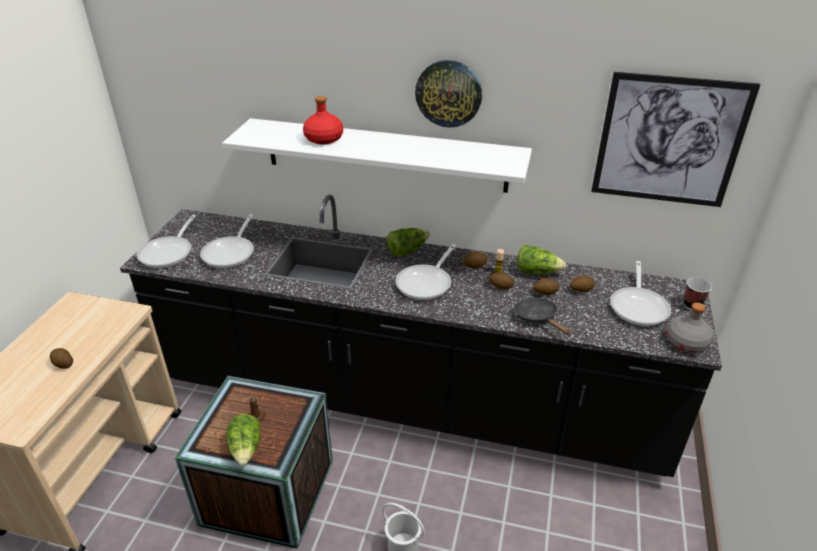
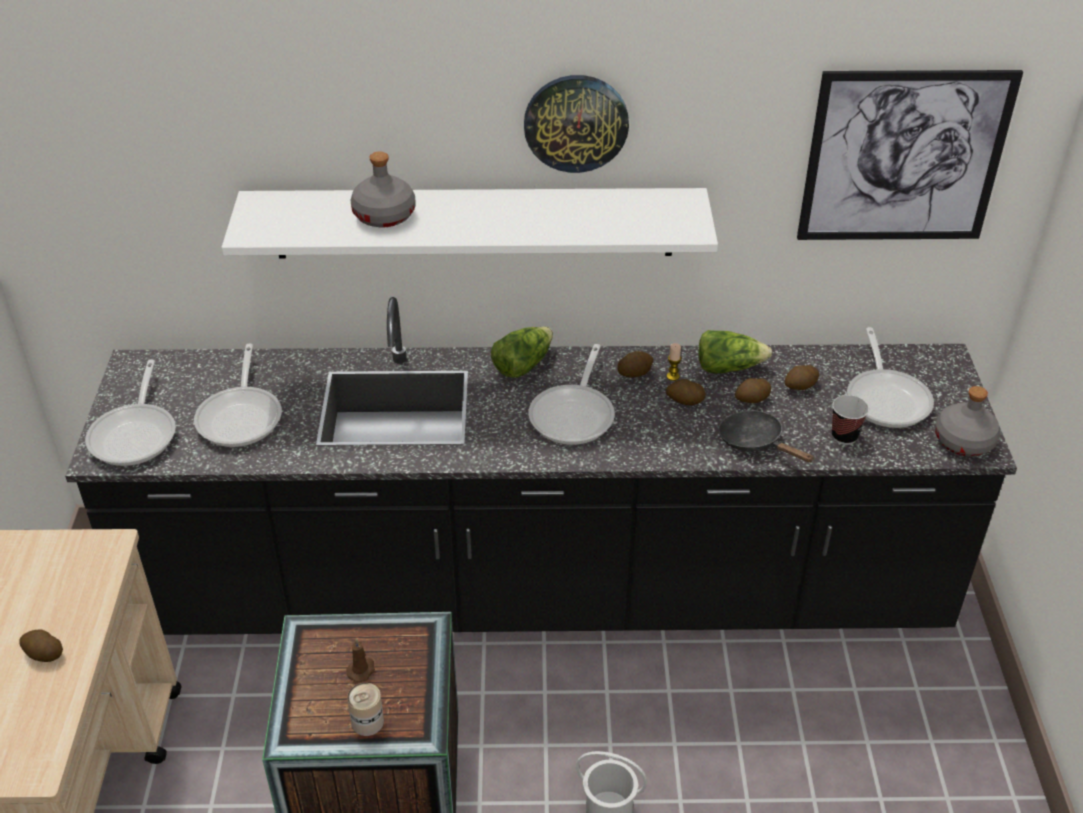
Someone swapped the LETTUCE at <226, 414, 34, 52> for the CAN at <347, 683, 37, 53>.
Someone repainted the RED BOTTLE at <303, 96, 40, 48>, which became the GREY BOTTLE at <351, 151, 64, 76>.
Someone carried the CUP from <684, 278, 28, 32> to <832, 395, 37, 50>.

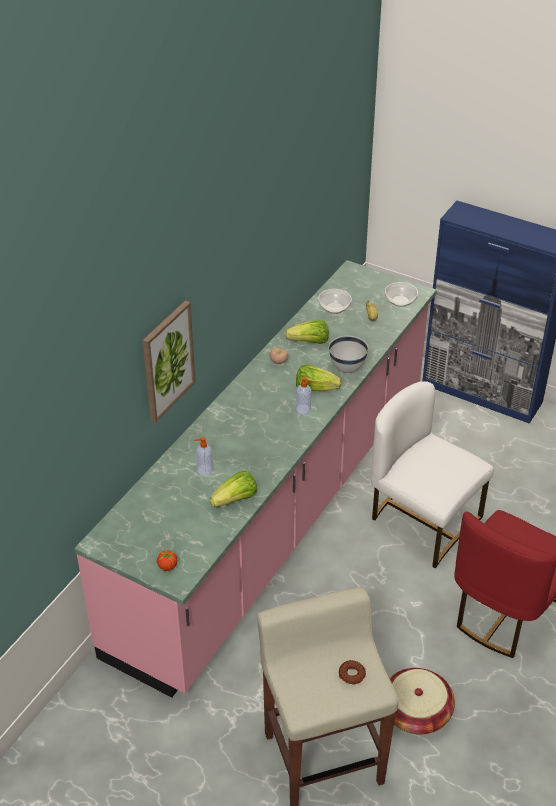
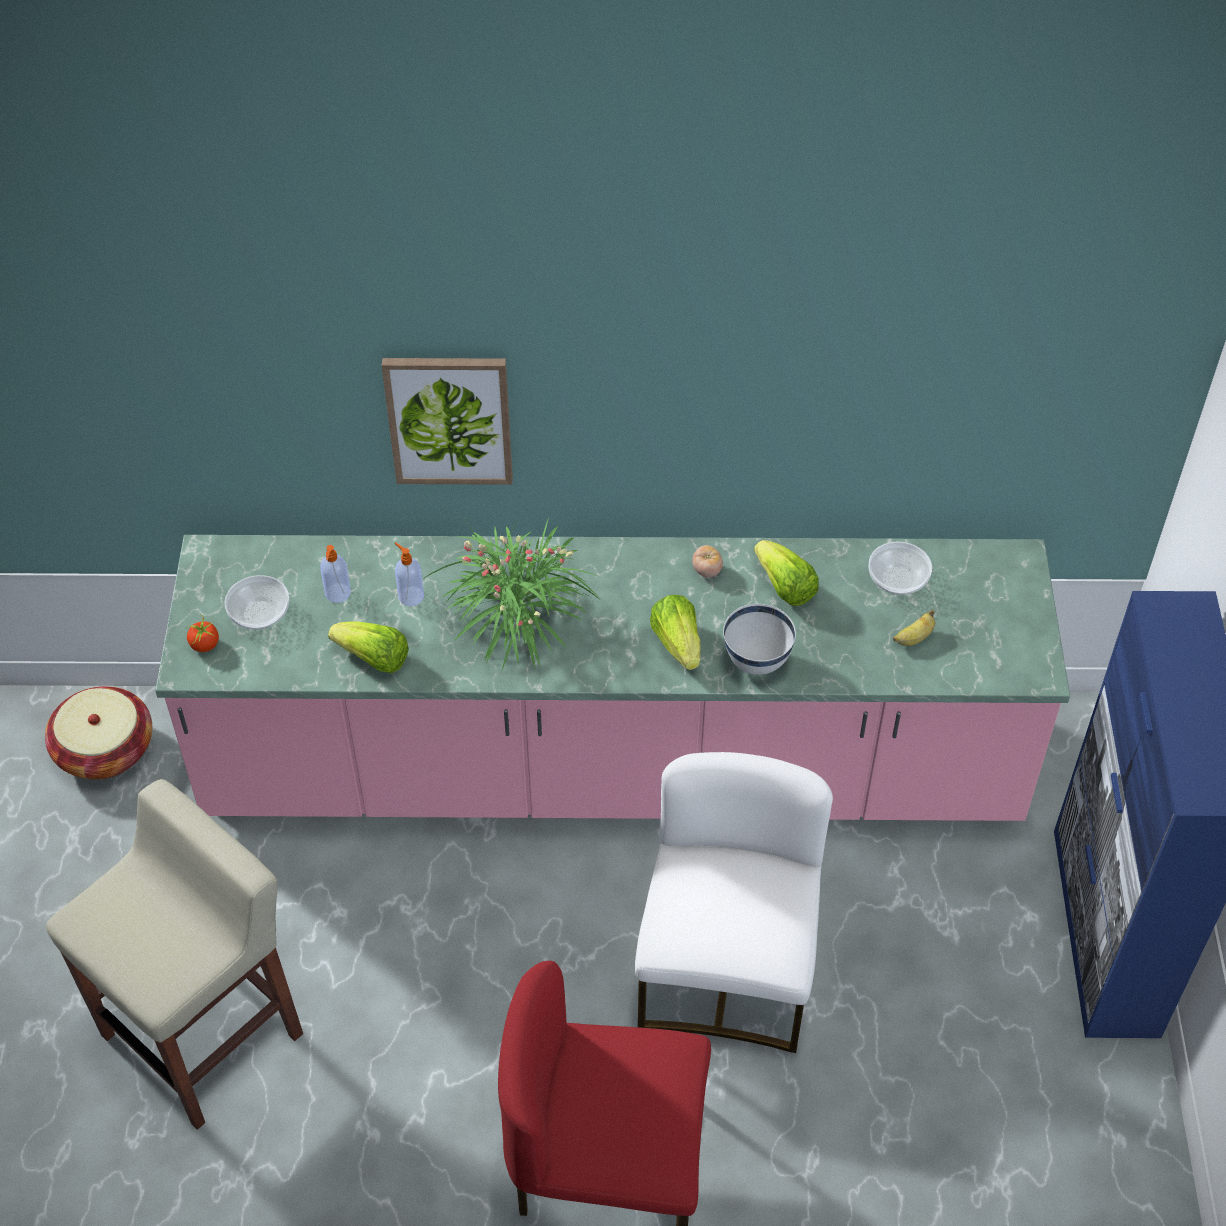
Someone carried the SOAP DISPENSER from <296, 377, 16, 37> to <321, 545, 30, 58>.
Someone took away the DONUT at <339, 660, 27, 24>.
Someone carried the BOWL from <385, 282, 33, 25> to <224, 575, 65, 55>.
Someone carried the BASKET from <389, 668, 66, 67> to <45, 686, 107, 93>.
Someone put down the POTTED PLANT at <423, 518, 177, 152>.

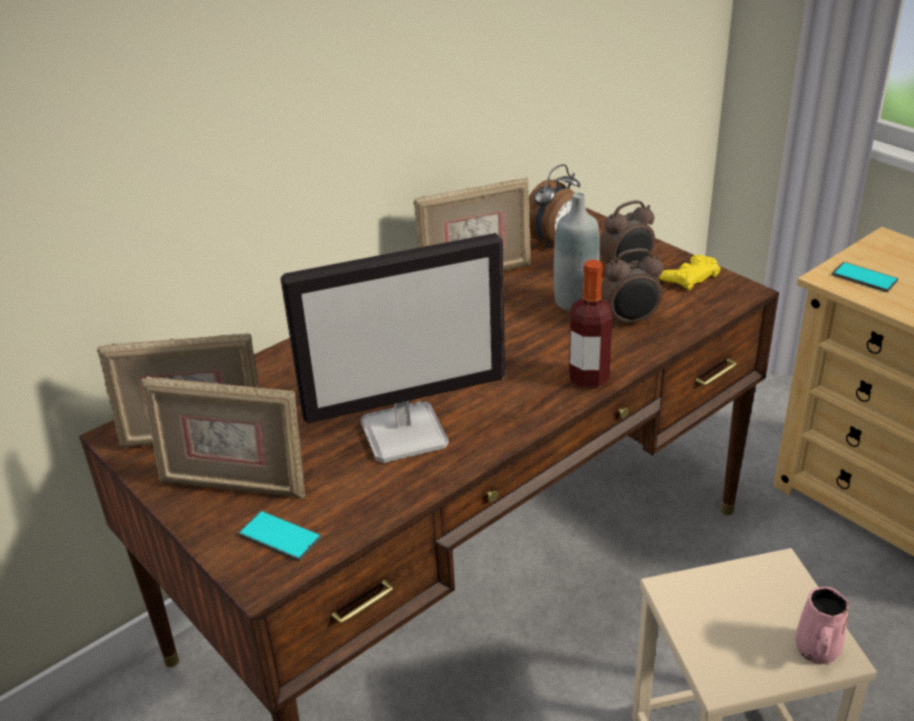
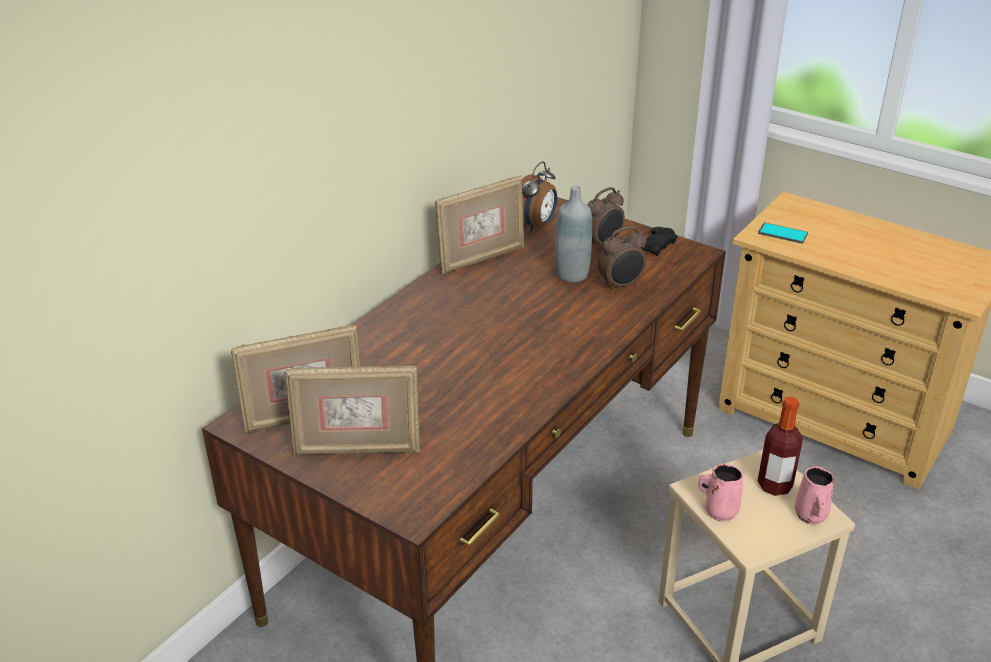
Someone took away the PHONE at <238, 510, 84, 52>.
Someone took away the MONITOR at <280, 233, 225, 230>.
Someone carried the BOTTLE from <569, 260, 44, 128> to <758, 396, 45, 100>.
Someone repainted the YELLOW GAME CONTROLLER at <659, 255, 62, 35>, which became the BLACK GAME CONTROLLER at <641, 227, 37, 29>.
Someone put down the PINK MUG at <698, 464, 45, 57>.

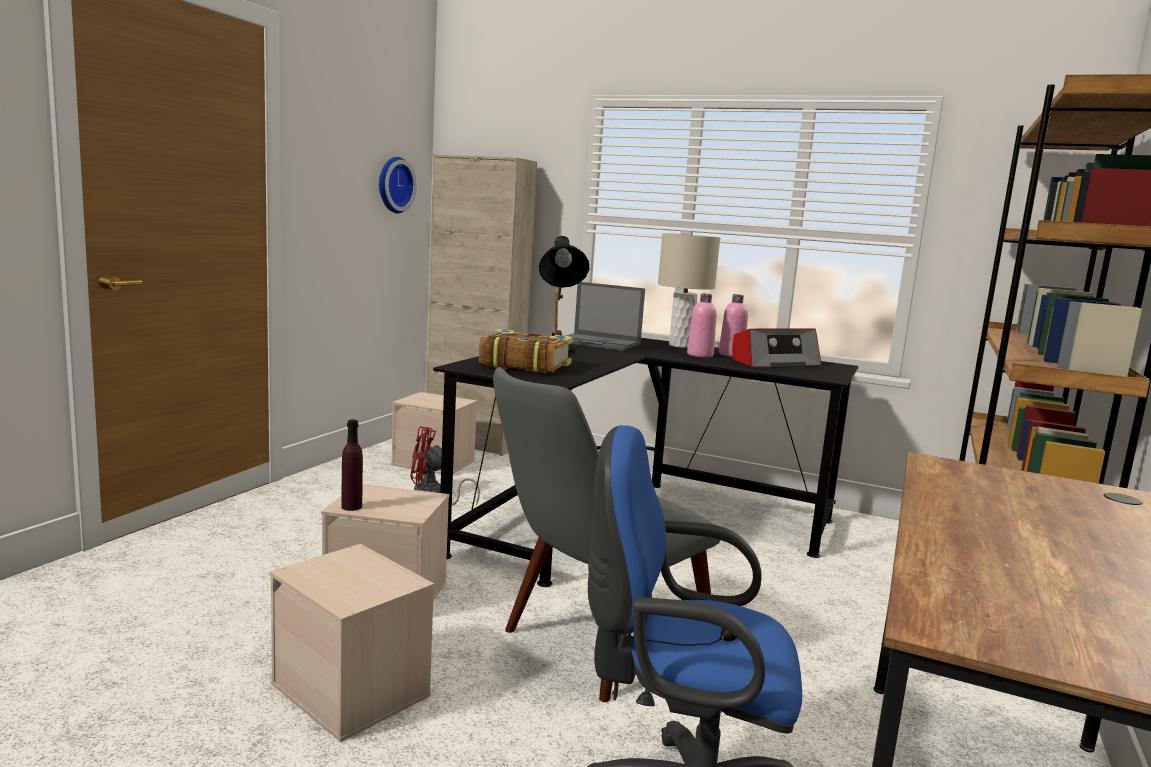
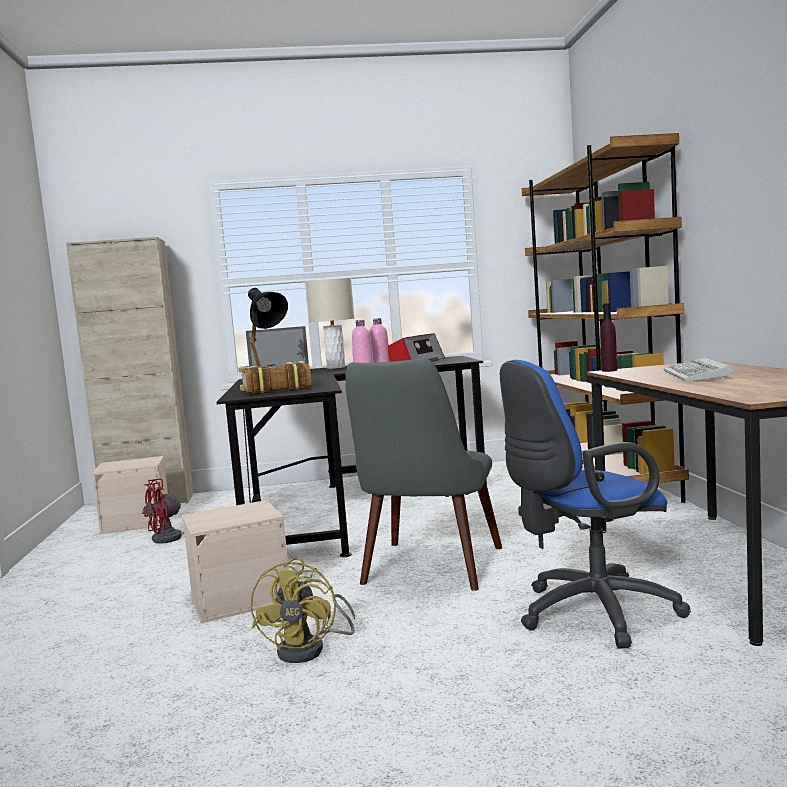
Someone swapped the BEIGE STORAGE BOX at <269, 544, 165, 198> for the YELLOW FAN at <251, 558, 104, 105>.
Someone carried the PURPLE BOTTLE from <342, 420, 21, 91> to <600, 303, 17, 69>.
Someone took away the WALL CLOCK at <379, 157, 38, 56>.
Someone put down the KEYBOARD at <663, 358, 69, 24>.

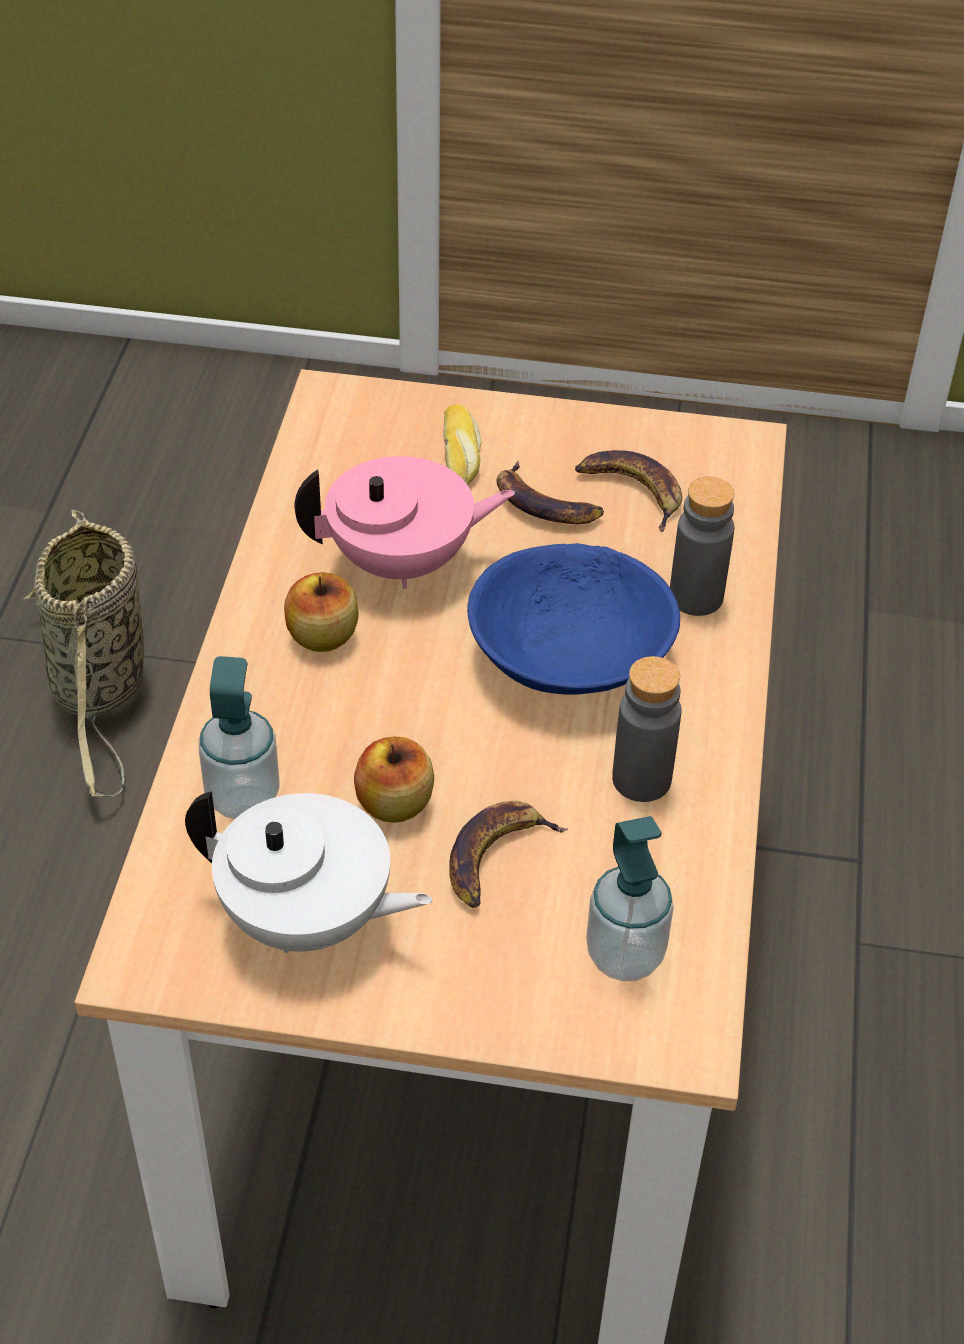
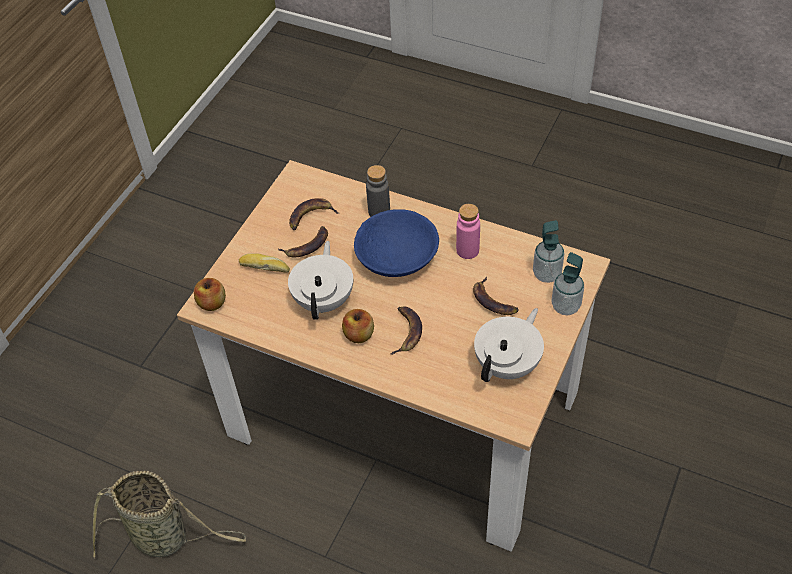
Someone carried the SOAP DISPENSER from <199, 656, 81, 163> to <551, 252, 33, 63>.
Someone repainted the PINK TEAPOT at <295, 456, 220, 133>, which became the WHITE TEAPOT at <288, 241, 65, 79>.
Someone carried the APPLE from <354, 736, 80, 87> to <194, 278, 32, 33>.
Someone repainted the GREY BOTTLE at <612, 656, 70, 146>, which became the PINK BOTTLE at <456, 204, 24, 55>.
Someone put down the BANANA at <390, 306, 32, 49>.

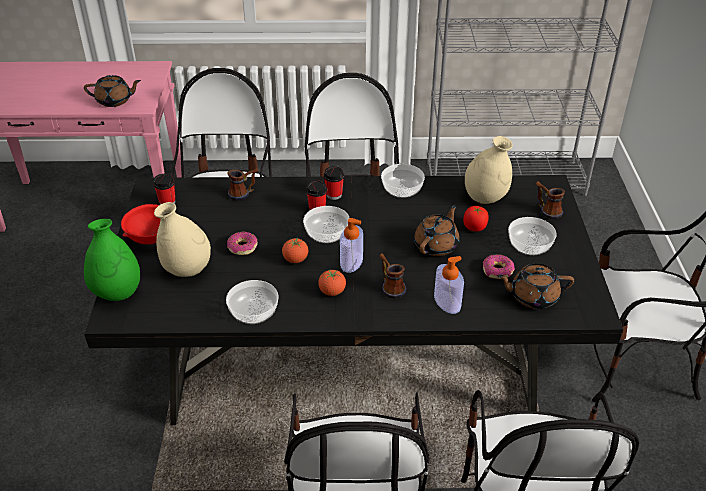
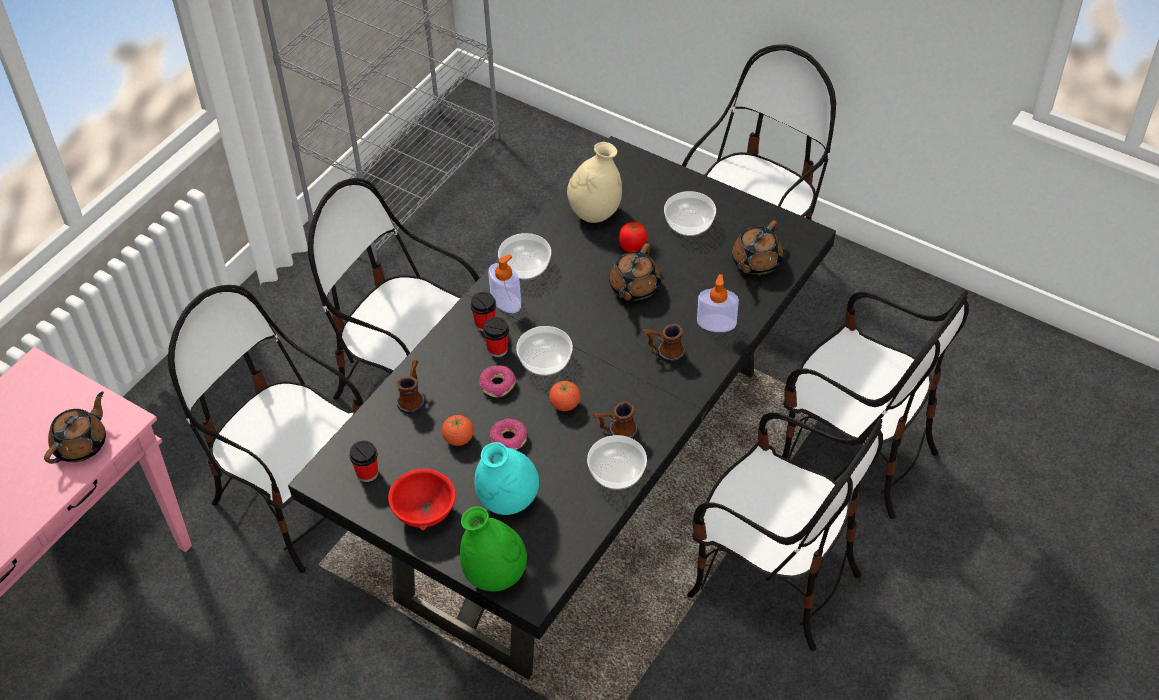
Someone repainted the BEIGE VASE at <154, 202, 57, 75>, which became the TURQUOISE VASE at <474, 442, 65, 73>.
Someone carried the TOMATO from <318, 270, 28, 26> to <442, 415, 32, 31>.
Someone carried the SOAP DISPENSER from <340, 218, 23, 55> to <488, 254, 33, 59>.
Someone rotated the BROWN TEAPOT at <414, 205, 45, 51> by 135 degrees counterclockwise.
Someone carried the DONUT from <483, 254, 32, 25> to <479, 365, 37, 33>.
Someone carried the MUG from <536, 181, 29, 38> to <593, 401, 45, 38>.

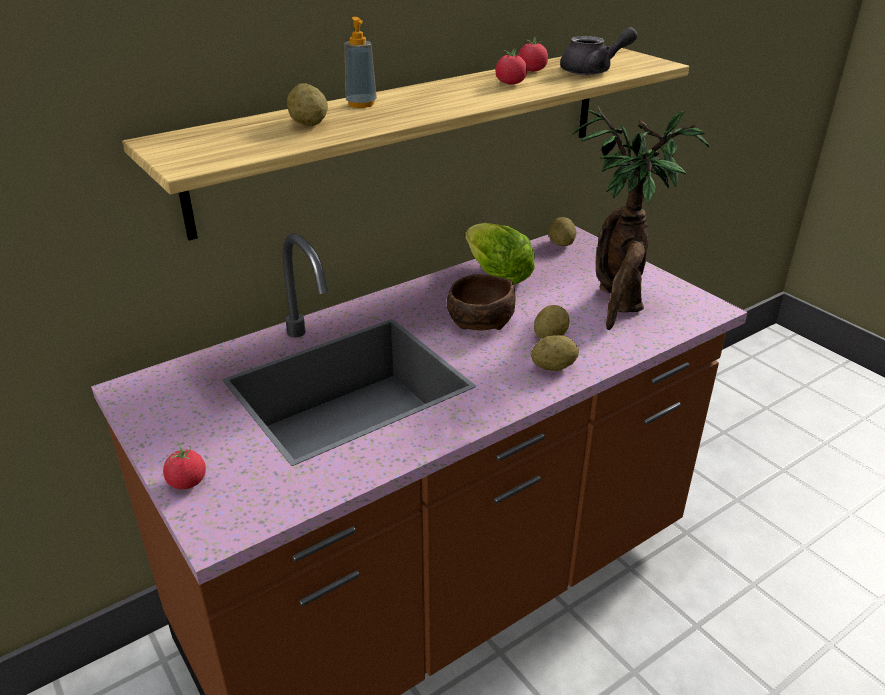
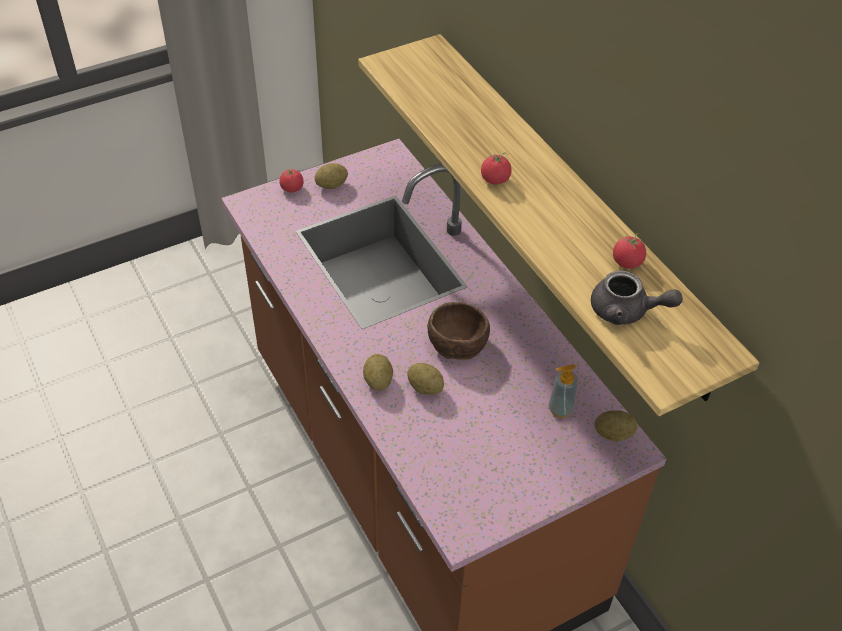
Someone carried the POTATO from <287, 83, 41, 43> to <315, 163, 33, 26>.
Someone carried the SOAP DISPENSER from <345, 17, 32, 91> to <548, 364, 30, 54>.
Someone took away the LETTUCE at <465, 223, 70, 62>.
Someone carried the TOMATO from <495, 48, 32, 36> to <481, 152, 31, 33>.
Someone rotated the GREY TEAPOT at <560, 27, 78, 48> by 60 degrees counterclockwise.
Someone took away the POTTED PLANT at <572, 106, 138, 225>.

